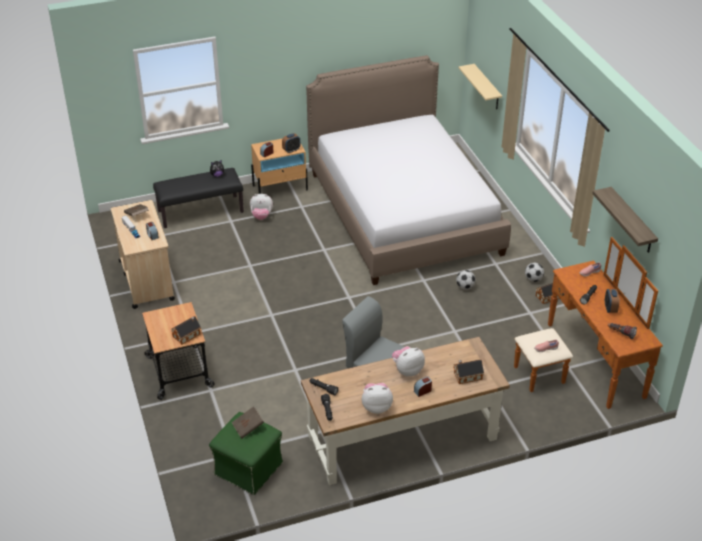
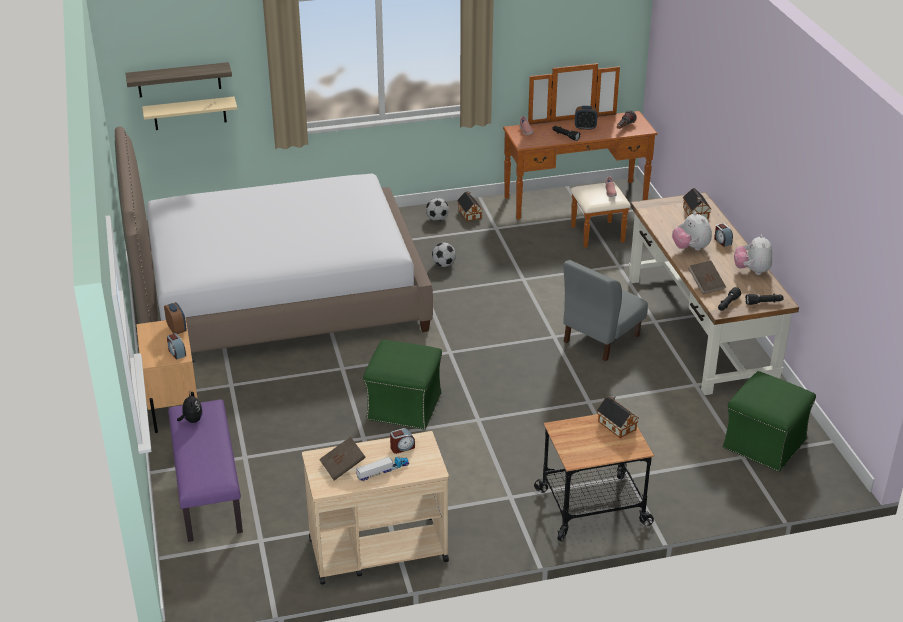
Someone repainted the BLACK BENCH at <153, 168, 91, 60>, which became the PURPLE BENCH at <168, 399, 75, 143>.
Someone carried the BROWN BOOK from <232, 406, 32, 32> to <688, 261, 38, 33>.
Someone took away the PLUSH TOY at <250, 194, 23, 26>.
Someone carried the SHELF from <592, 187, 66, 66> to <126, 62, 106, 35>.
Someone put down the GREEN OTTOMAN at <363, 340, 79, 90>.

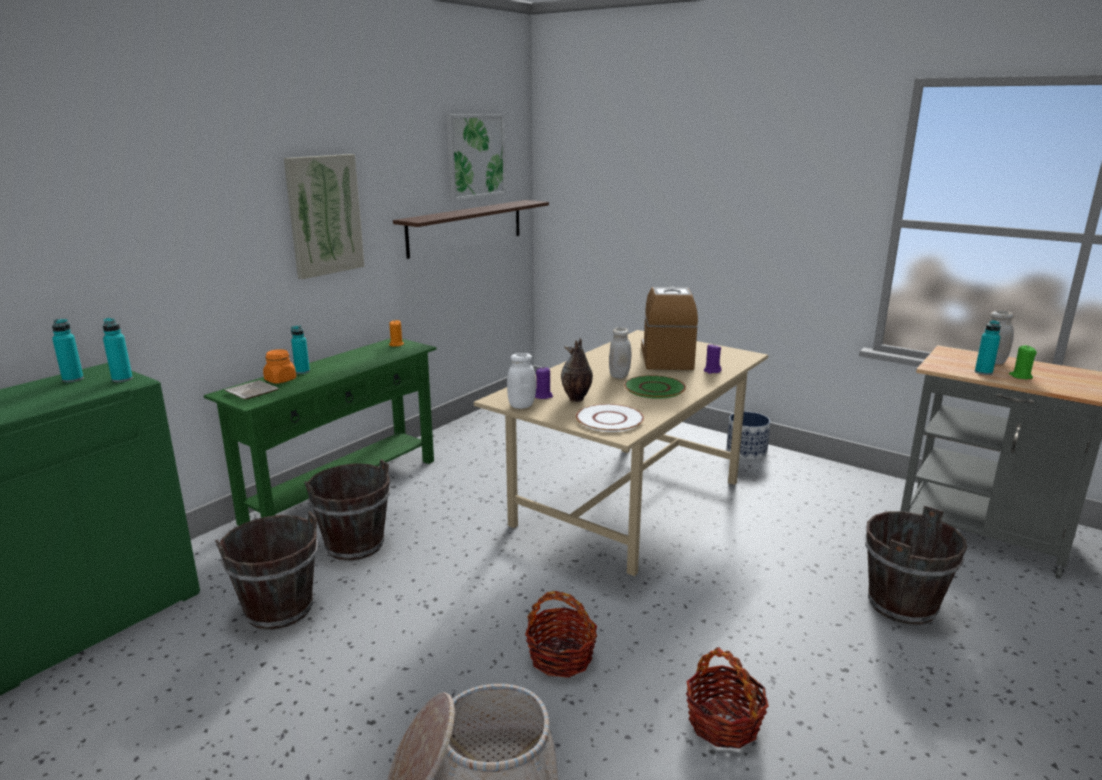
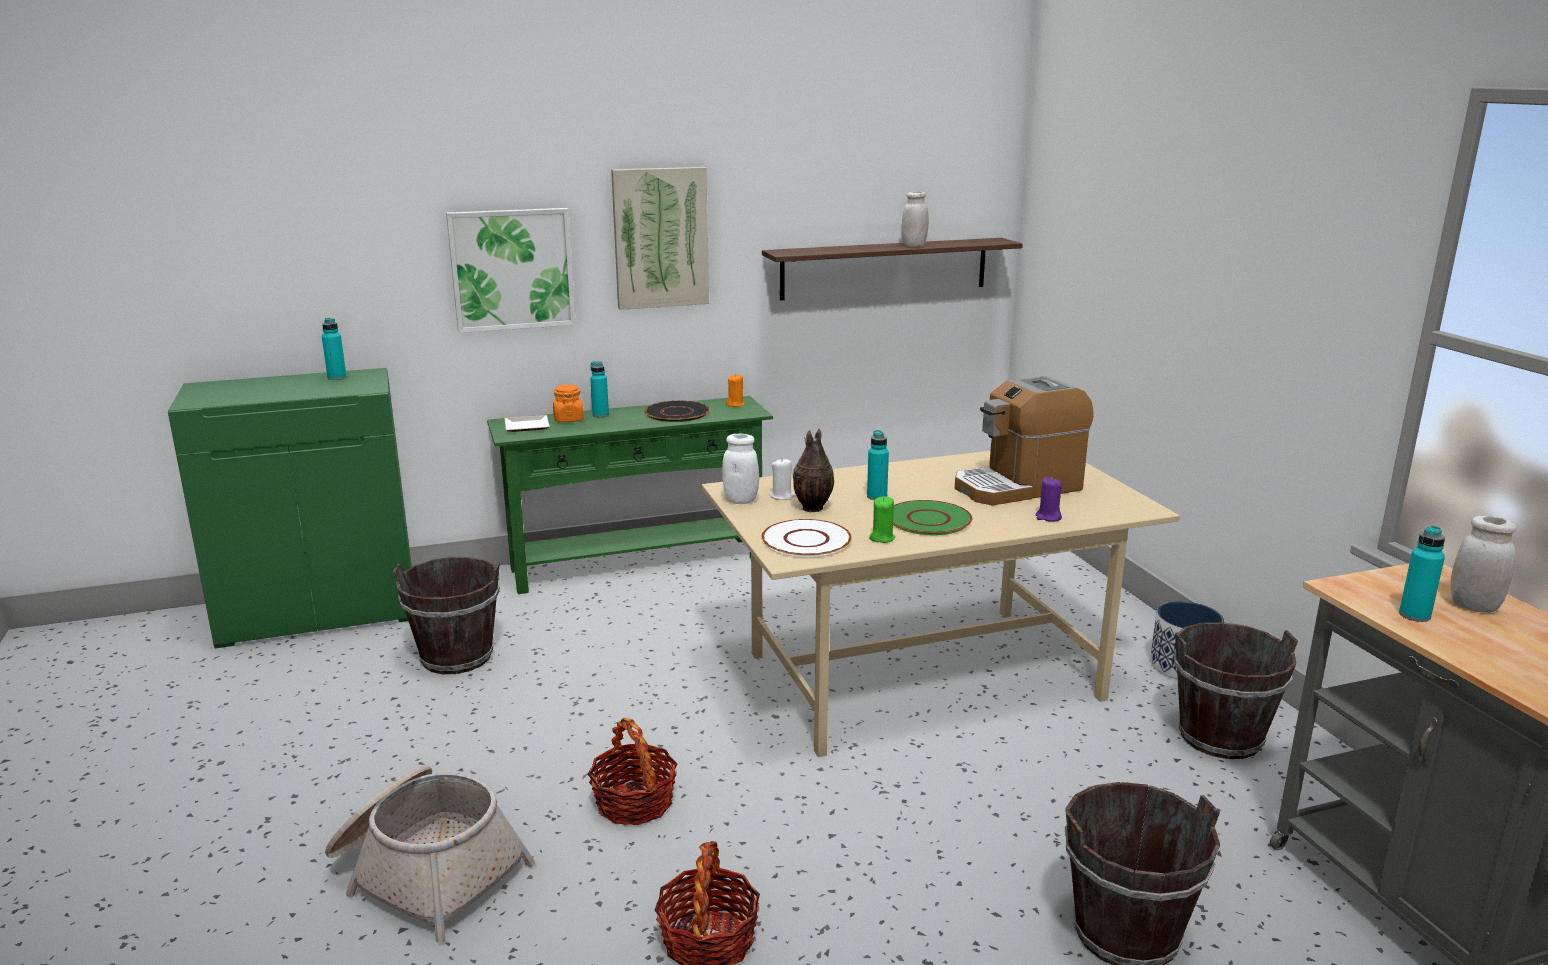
Someone carried the TURQUOISE BOTTLE from <103, 318, 30, 64> to <867, 430, 22, 70>.
Someone carried the BROWN BUCKET from <304, 459, 86, 102> to <1174, 622, 124, 137>.
Someone carried the PICTURE from <446, 114, 60, 87> to <446, 208, 130, 125>.
Someone repainted the PURPLE CANDLE at <535, 367, 18, 32>, which became the WHITE CANDLE at <769, 458, 27, 42>.
Someone carried the WHITE JAR from <609, 327, 22, 52> to <902, 191, 27, 56>.
Someone rotated the COFFEE MACHINE at <641, 287, 57, 83> by 150 degrees counterclockwise.
Someone carried the GREEN CANDLE from <1009, 345, 28, 34> to <869, 497, 26, 46>.
Someone put down the BLACK PLATE at <644, 400, 66, 22>.

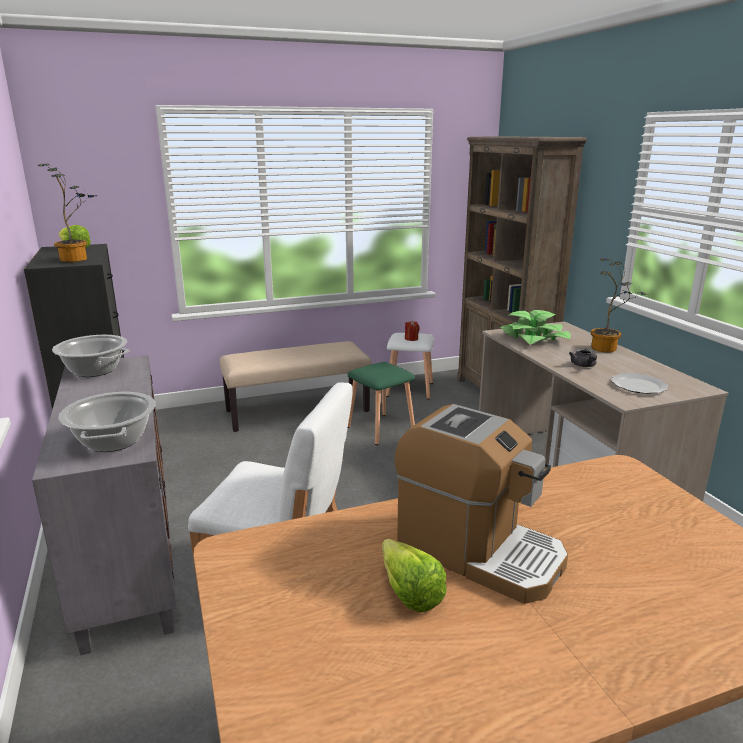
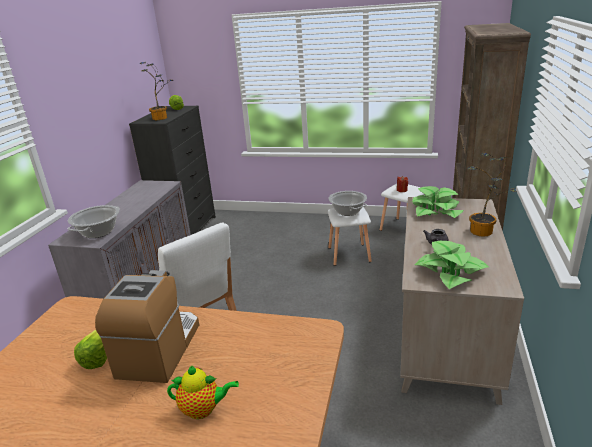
Someone carried the COOKING POT from <52, 335, 77, 42> to <329, 191, 38, 25>.
Someone took away the BEIGE BENCH at <220, 341, 152, 91>.
Someone repainted the GREEN STOOL at <347, 362, 68, 83>, which became the WHITE STOOL at <328, 207, 44, 59>.
Someone rotated the COFFEE MACHINE at <394, 404, 174, 200> by 150 degrees counterclockwise.
Someone swapped the PLATE at <611, 373, 57, 21> for the POTTED PLANT at <415, 241, 74, 48>.
Someone put down the TEAPOT at <167, 365, 72, 54>.

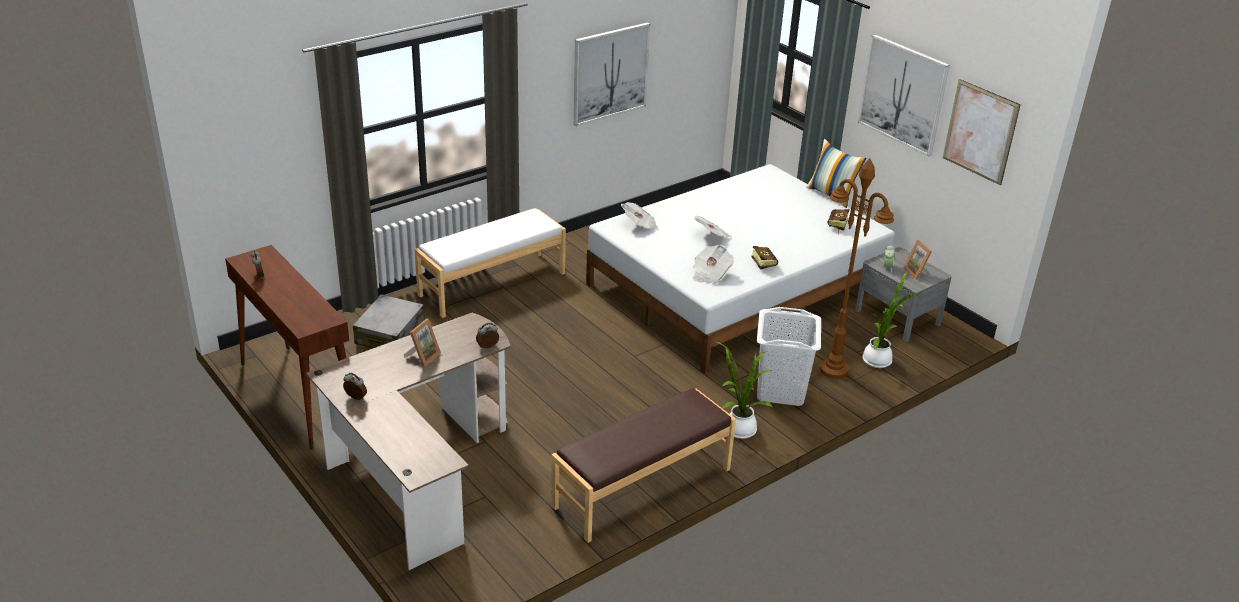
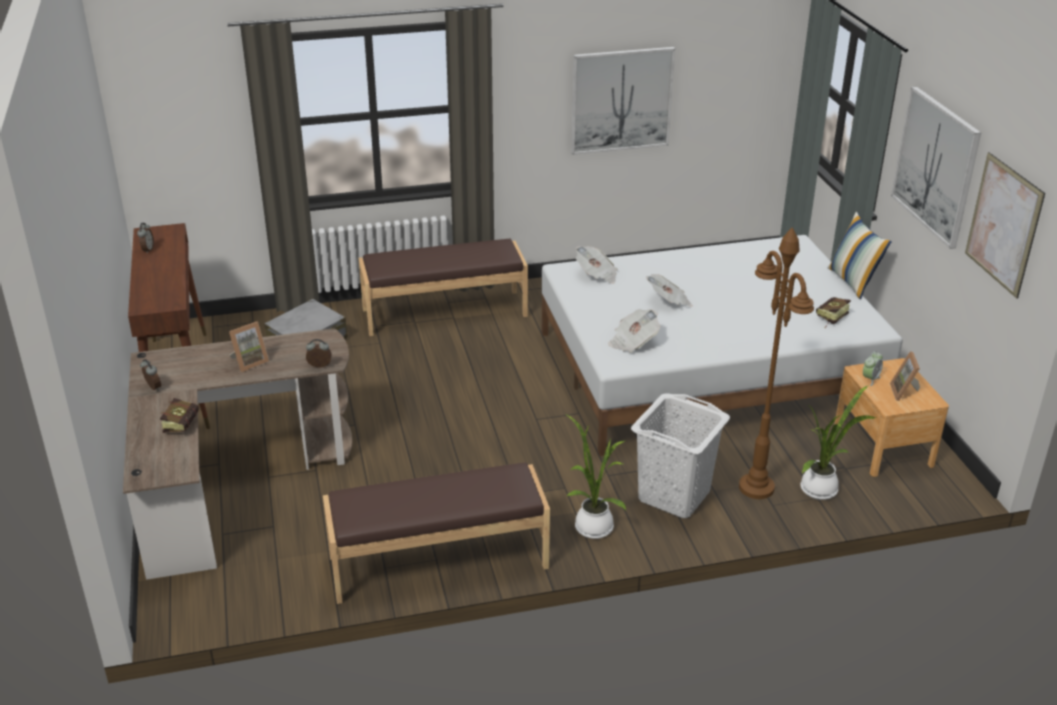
Someone repainted the WHITE BENCH at <414, 208, 152, 110>, which became the BROWN BENCH at <359, 239, 169, 97>.
Someone carried the BOOK from <752, 246, 26, 24> to <160, 398, 39, 35>.
Someone repainted the GREY NIGHTSTAND at <855, 247, 97, 95>, which became the BROWN NIGHTSTAND at <834, 358, 115, 119>.

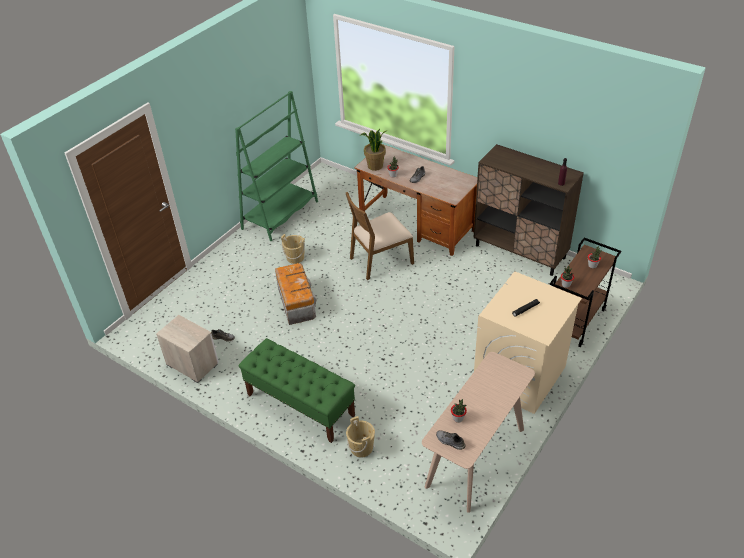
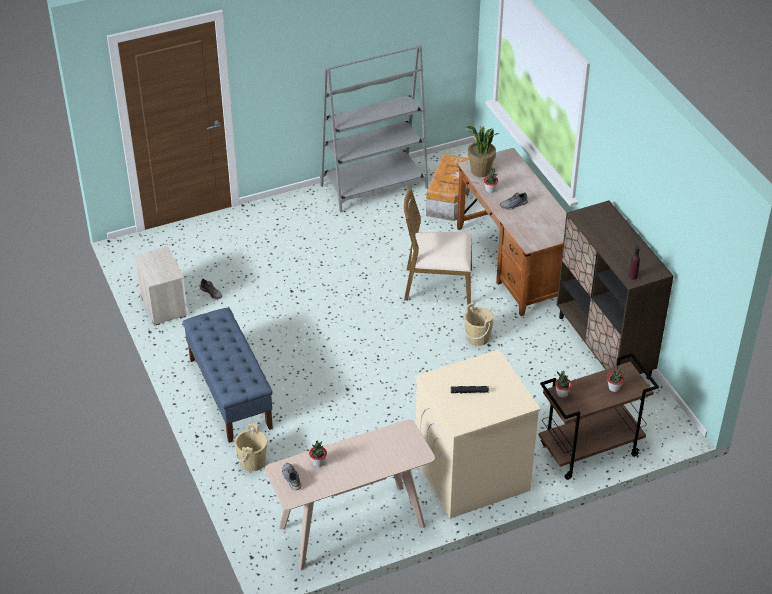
Someone repainted the GREEN BOOKCASE at <235, 91, 83, 150>, which became the GREY BOOKCASE at <320, 45, 108, 168>.
Someone repainted the GREEN BENCH at <239, 338, 116, 105>, which became the BLUE BENCH at <183, 308, 90, 135>.
Someone carried the STORAGE BOX from <275, 263, 42, 62> to <426, 154, 44, 67>.
Someone carried the BEIGE BUCKET from <281, 234, 24, 30> to <464, 302, 30, 44>.

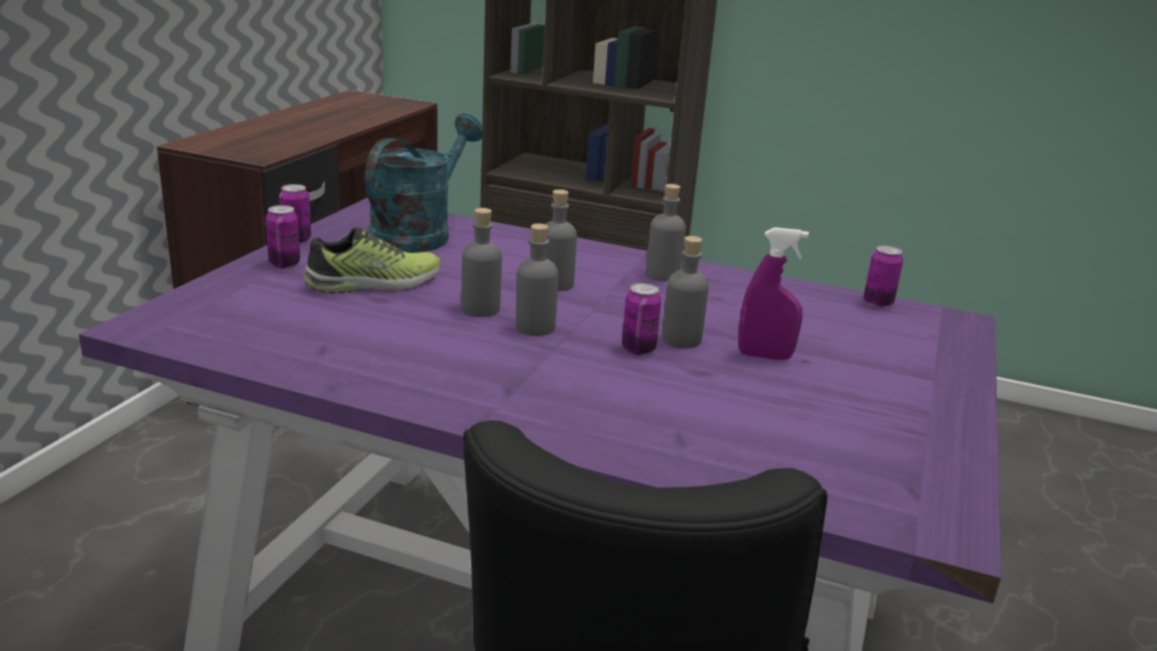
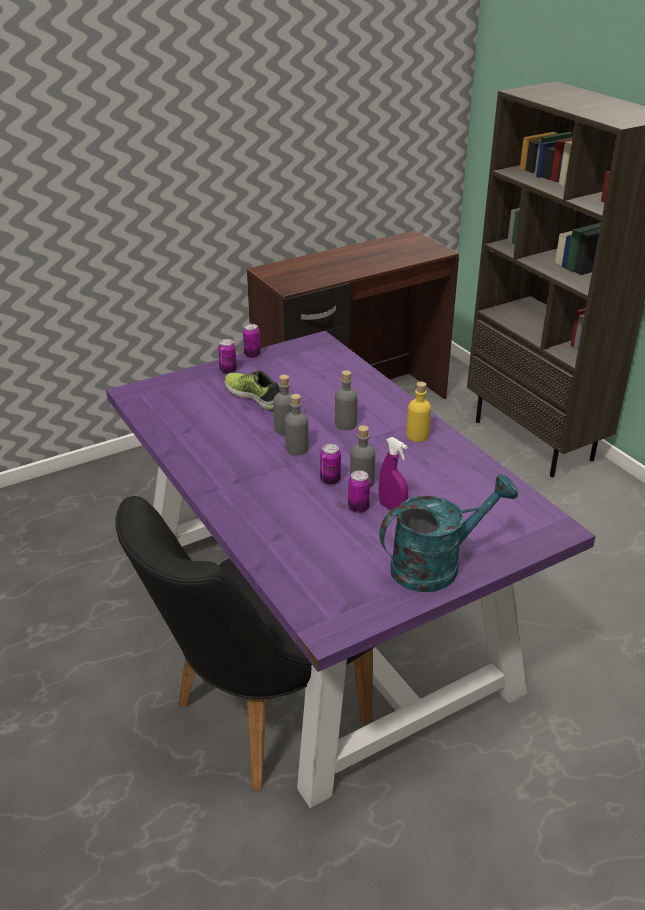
Someone rotated the SHOE at <304, 227, 136, 67> by 150 degrees counterclockwise.
Someone carried the TURQUOISE WATERING CAN from <365, 113, 119, 140> to <379, 474, 139, 118>.
Someone repainted the GREY BOTTLE at <646, 184, 40, 98>, which became the YELLOW BOTTLE at <406, 382, 25, 60>.
Someone carried the CAN from <864, 246, 39, 62> to <348, 470, 22, 43>.

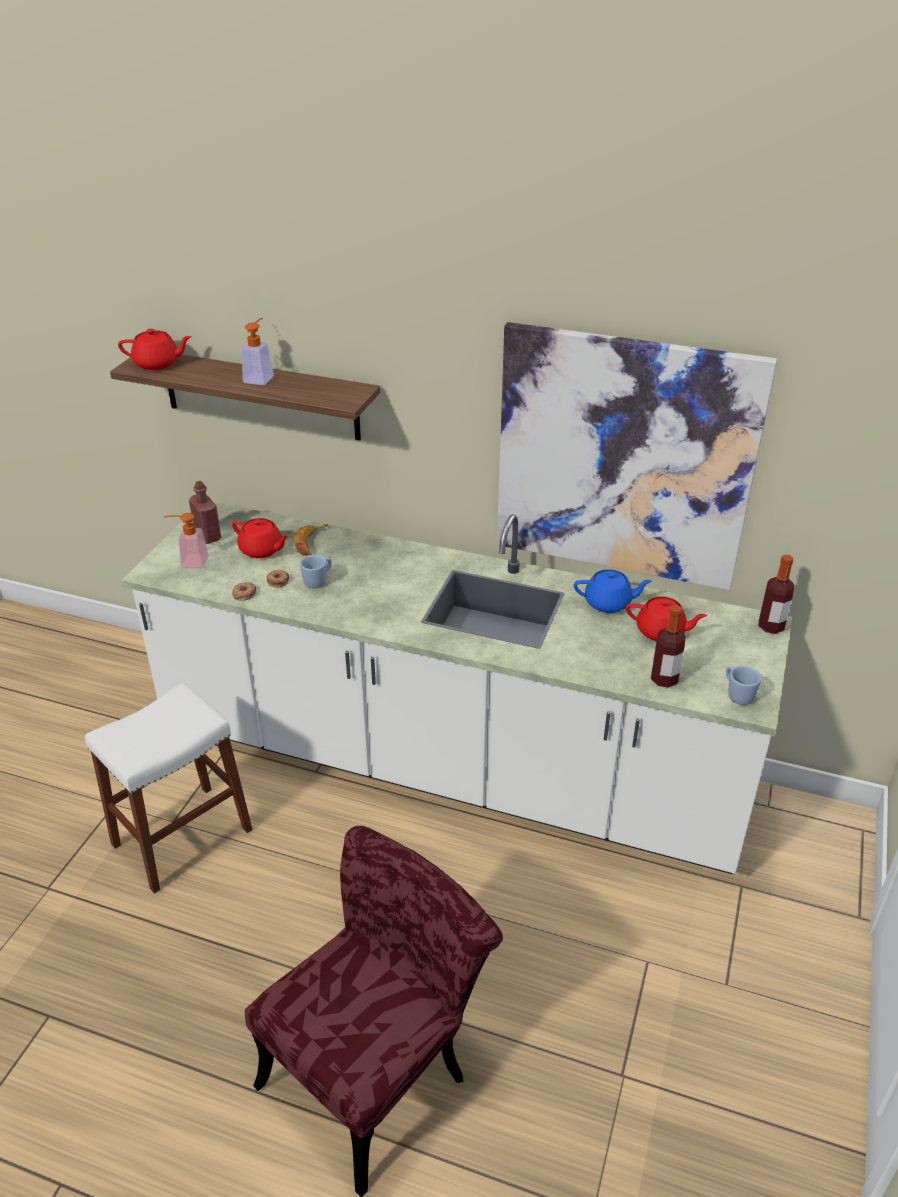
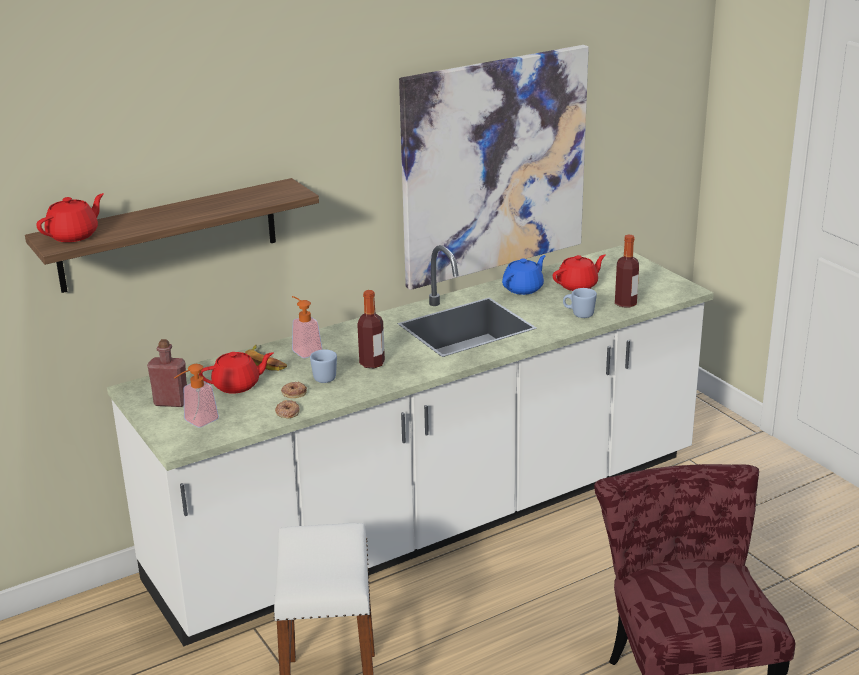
Someone carried the SOAP DISPENSER from <242, 318, 32, 67> to <292, 296, 31, 62>.
Someone carried the BLUE MUG from <726, 666, 35, 39> to <563, 288, 34, 30>.
Someone carried the BOTTLE from <758, 555, 36, 79> to <357, 290, 28, 78>.

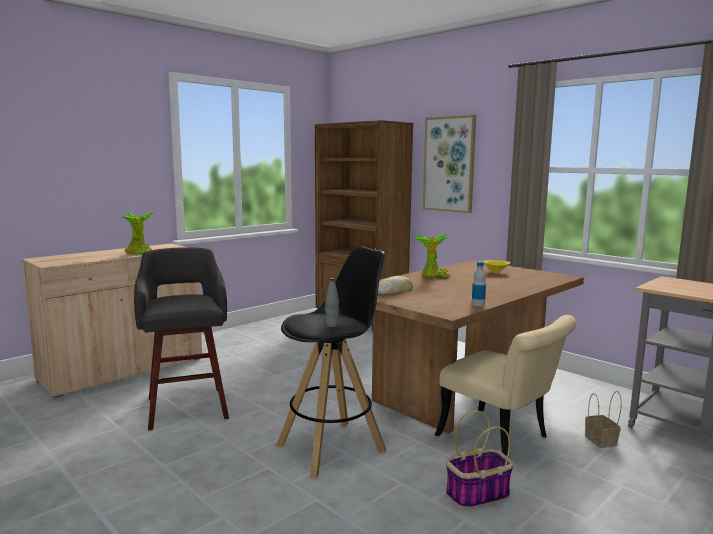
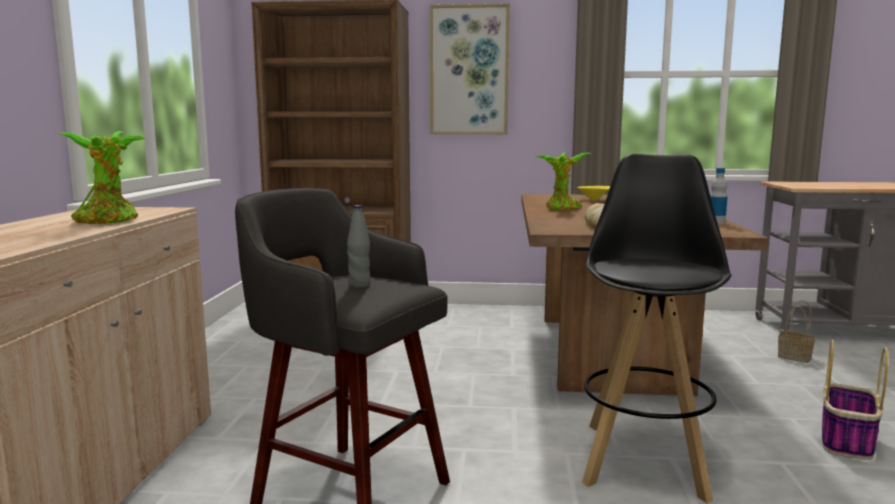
Someone carried the GREY BOTTLE from <325, 278, 14, 49> to <347, 205, 24, 83>.
Someone took away the BEIGE CHAIR at <435, 315, 141, 143>.

